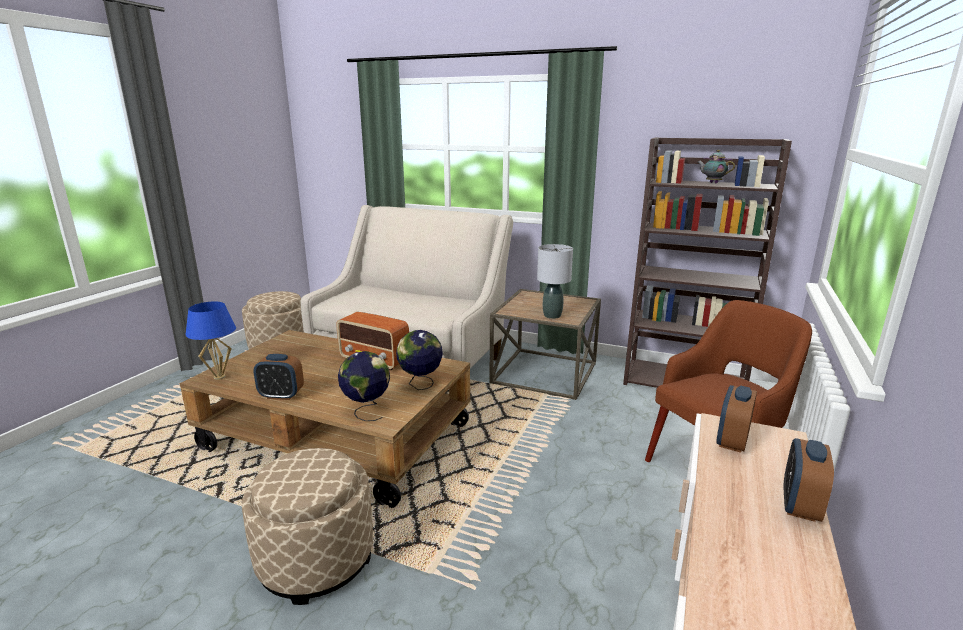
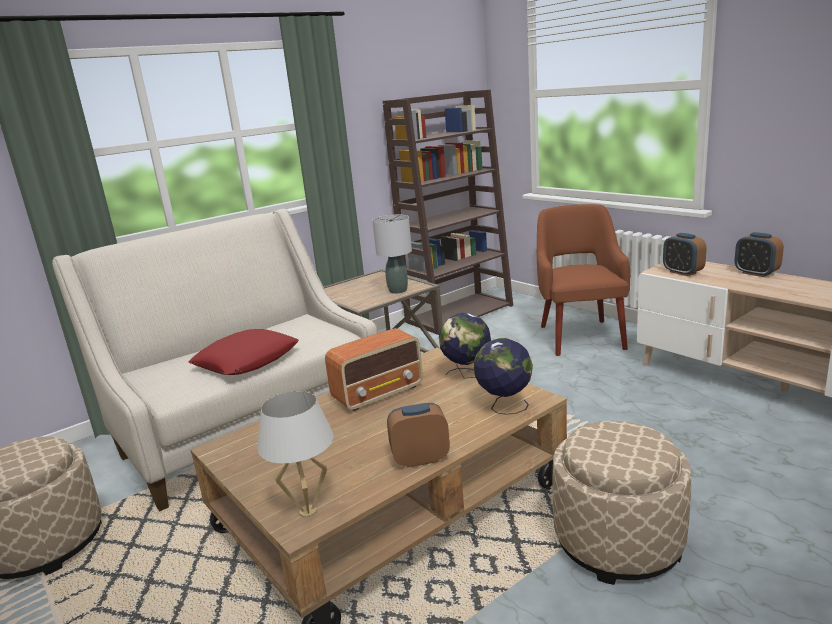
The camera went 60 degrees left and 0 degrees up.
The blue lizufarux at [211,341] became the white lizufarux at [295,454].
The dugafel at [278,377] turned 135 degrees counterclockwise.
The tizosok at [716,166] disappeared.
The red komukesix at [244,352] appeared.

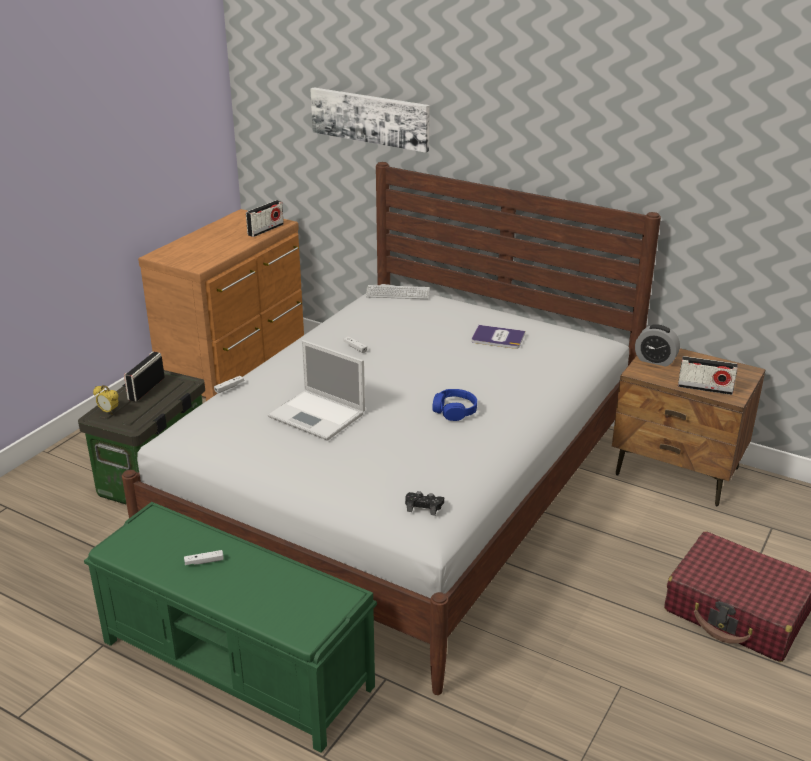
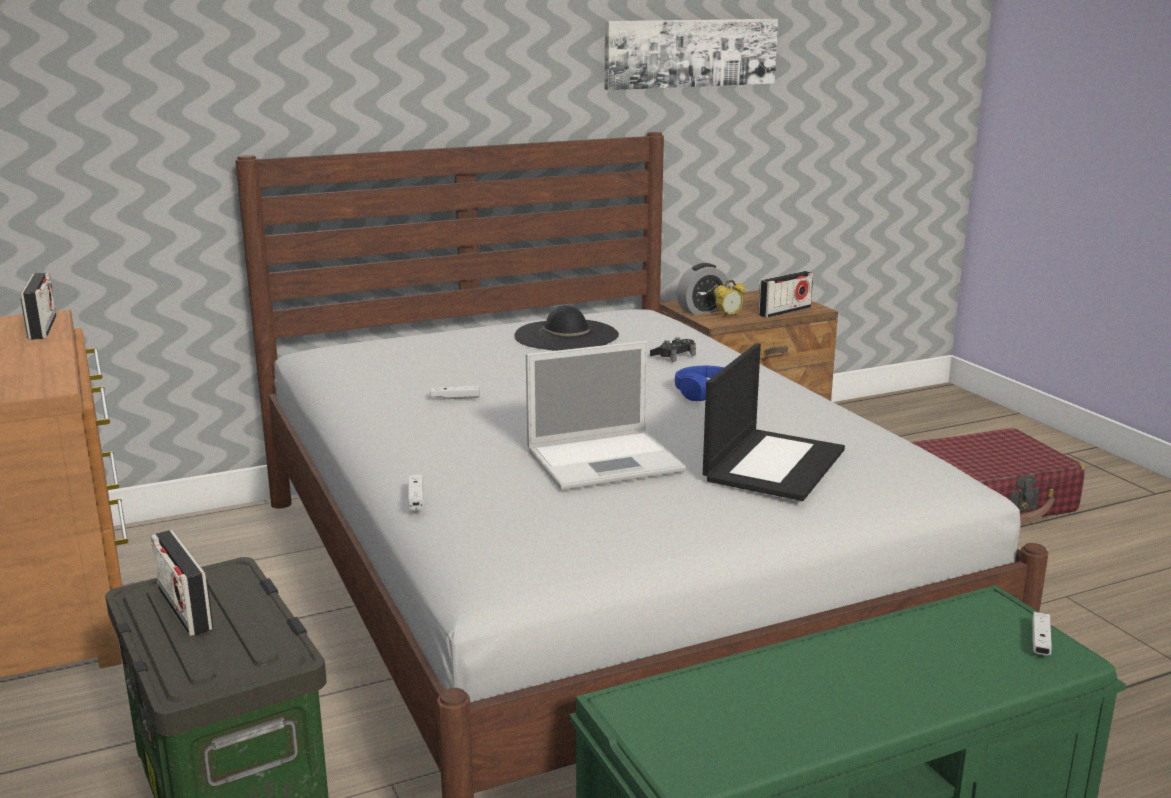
The camera went 55 degrees left and 10 degrees down.
The dugafel moved from [106,400] to [730,299].
The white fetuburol moved from [204,557] to [1042,633].
The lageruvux moved from [370,120] to [691,54].
The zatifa at [397,292] disappeared.
The black fetuburol moved from [424,503] to [673,349].
The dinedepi at [498,337] was replaced by the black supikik at [567,328].
The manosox at [774,422] appeared.

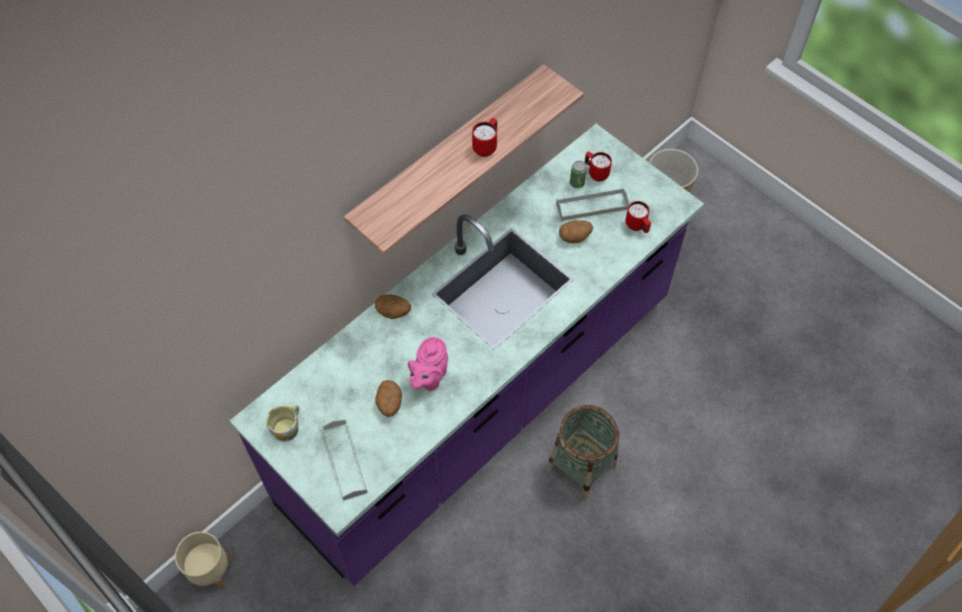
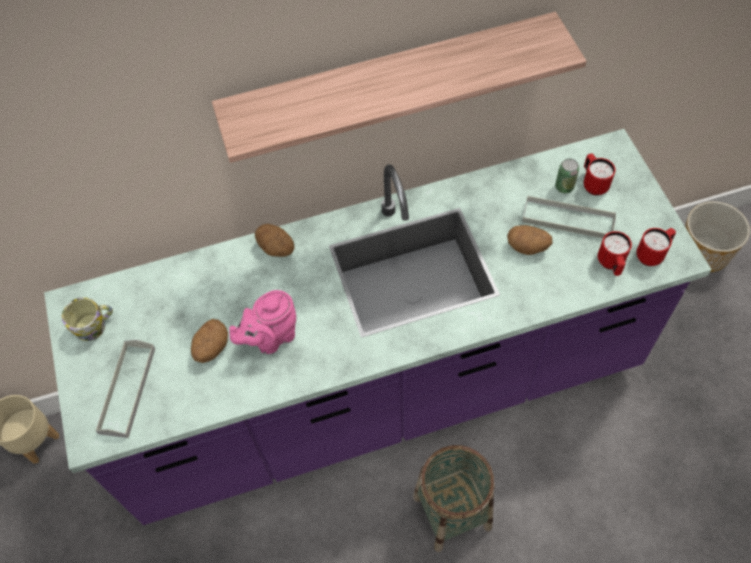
The camera went 30 degrees right and 0 degrees up.
The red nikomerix moved from [484,137] to [656,247].

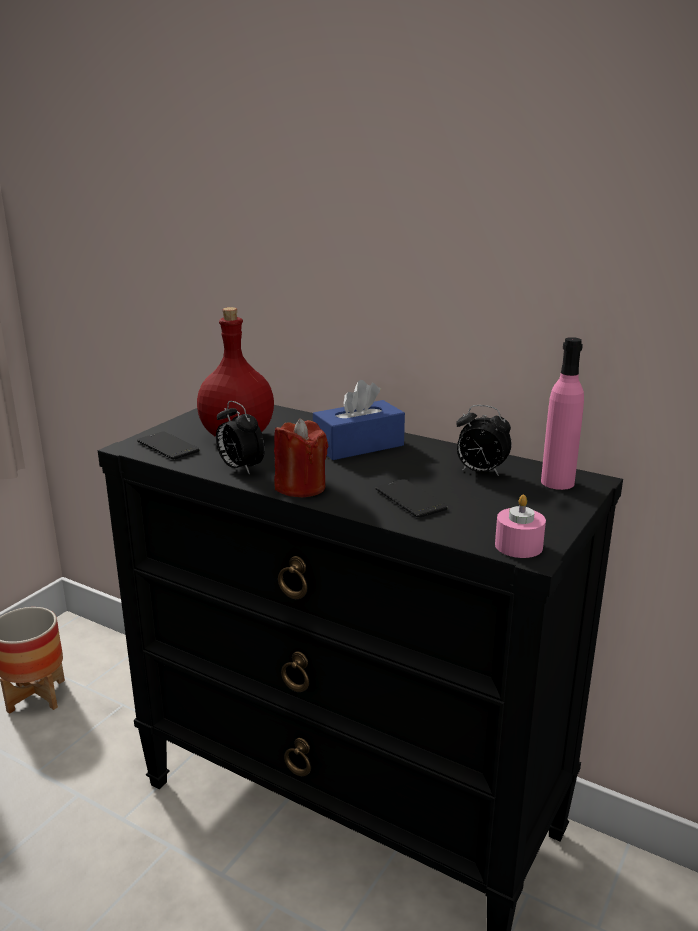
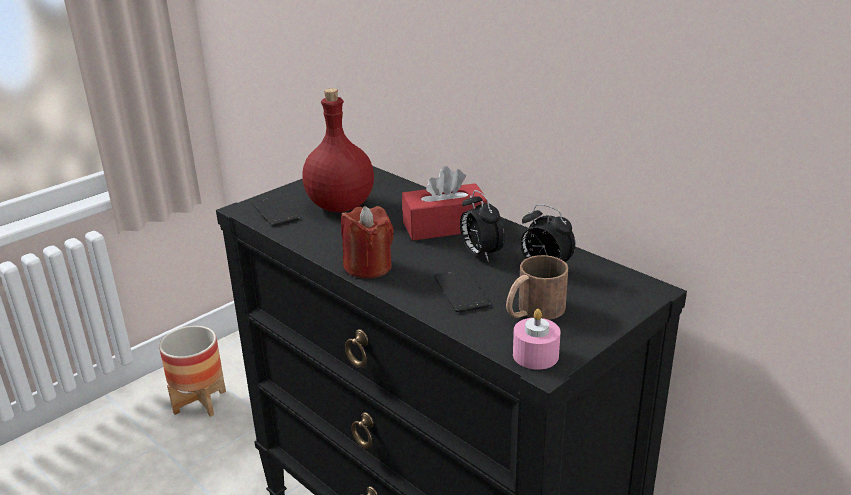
The camera went 15 degrees right and 5 degrees up.
The dugafel moved from [240,438] to [482,226].
The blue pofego at [359,420] became the red pofego at [445,203].
The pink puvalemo at [562,413] disappeared.
The brown nikomerix at [537,287] appeared.

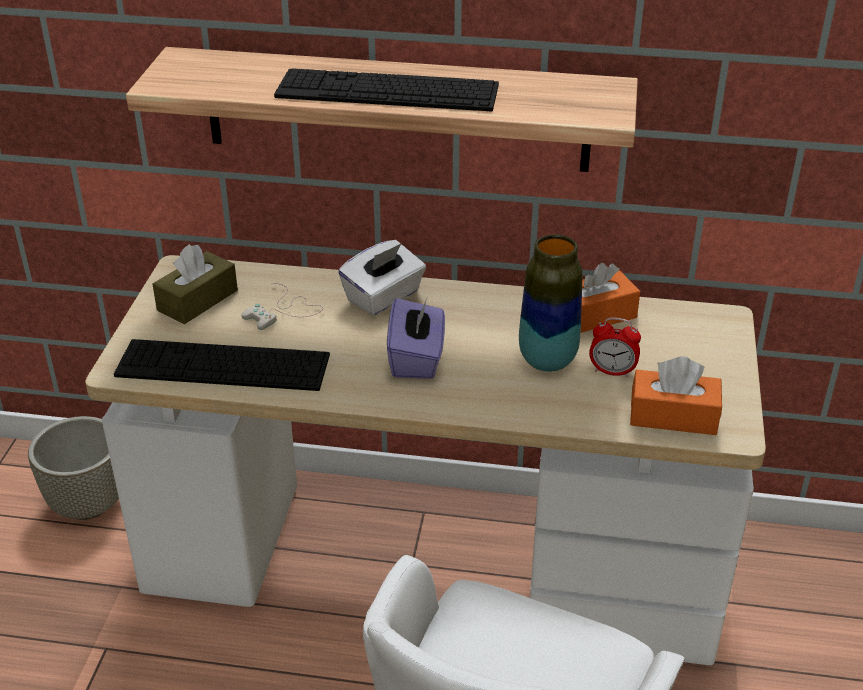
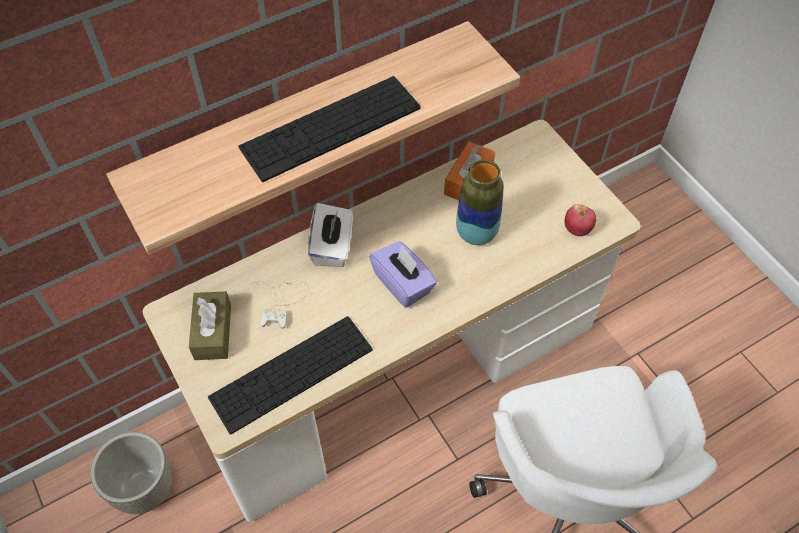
The camera went 40 degrees left and 20 degrees up.
The dugafel at [615,347] disappeared.
The orange pofego at [676,396] was replaced by the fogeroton at [580,220].

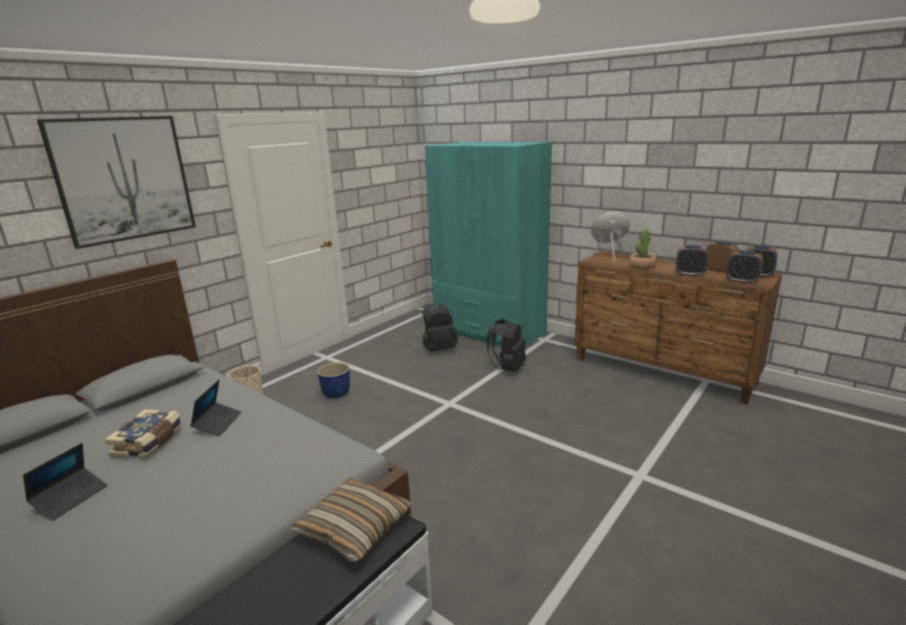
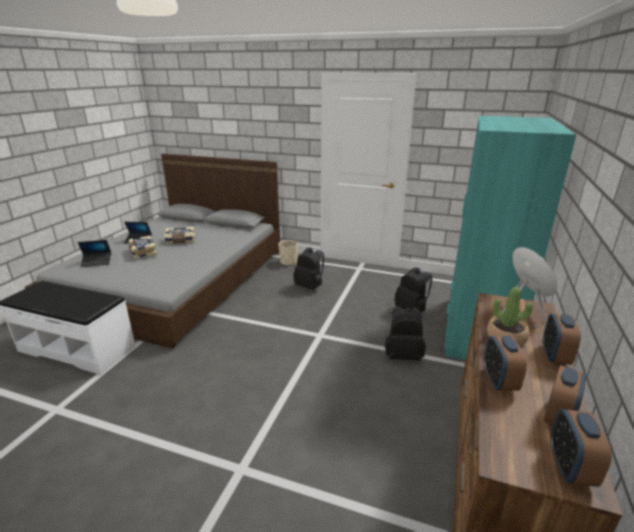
The camera went 70 degrees right and 5 degrees up.
The lageruvux at [116,182] disappeared.
The manosox moved from [216,407] to [94,253].
The komukesix at [351,519] disappeared.
The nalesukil at [333,380] was replaced by the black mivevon at [308,269].
The dugafel moved from [744,267] to [562,339].
The dinedepi at [142,247] appeared.

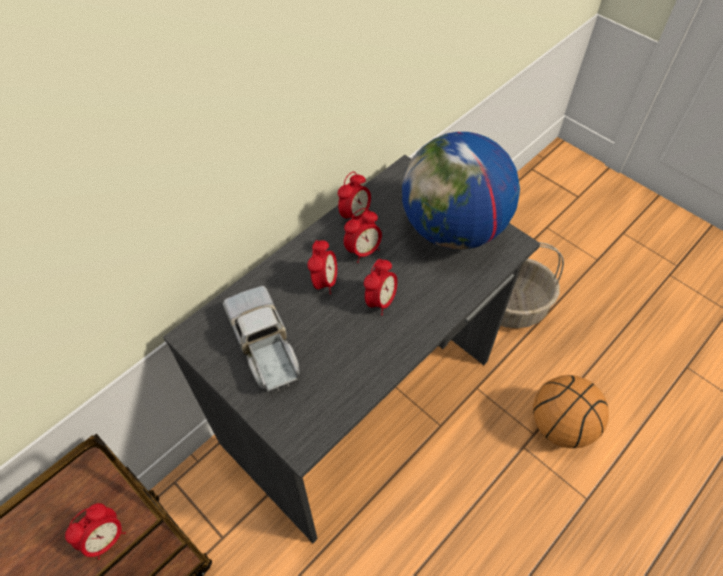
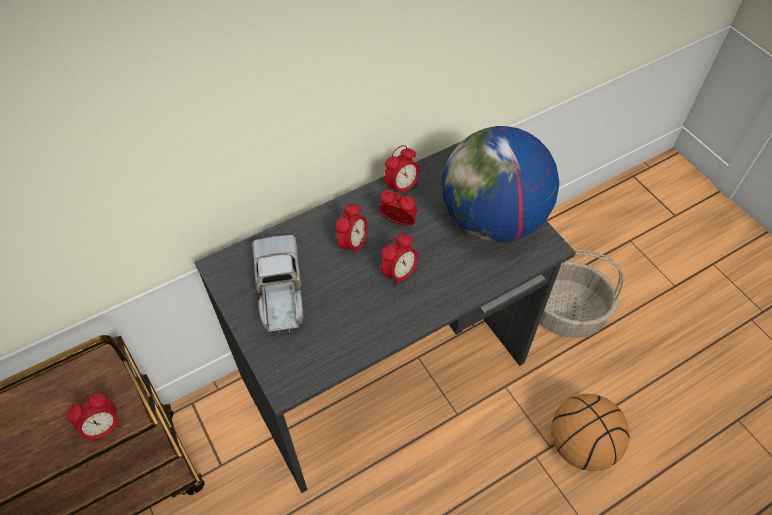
The camera went 15 degrees right and 0 degrees up.
The dugafel at [363,235] turned 135 degrees counterclockwise.

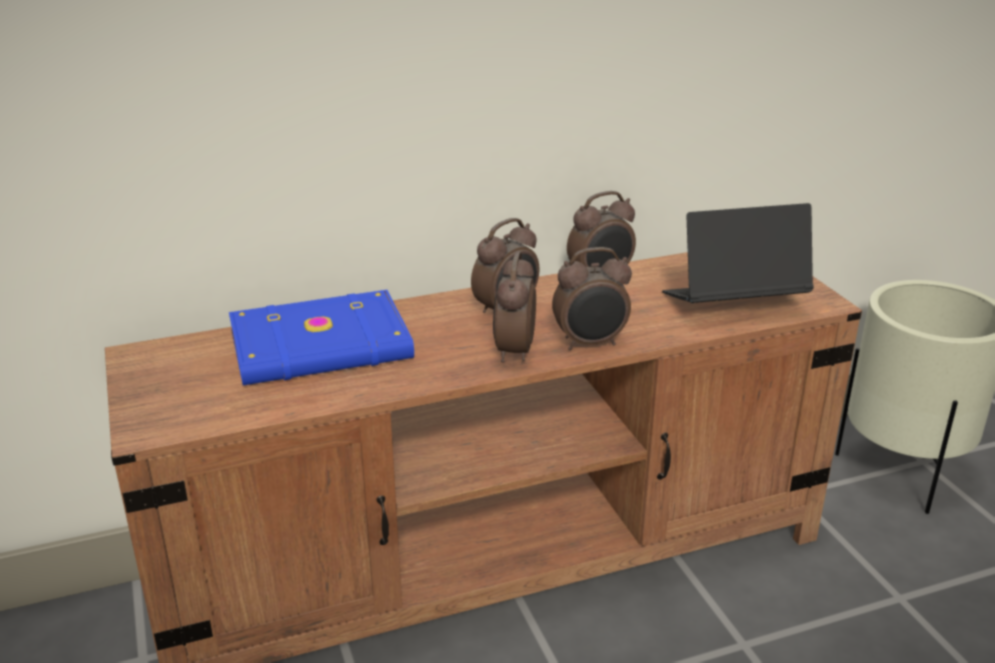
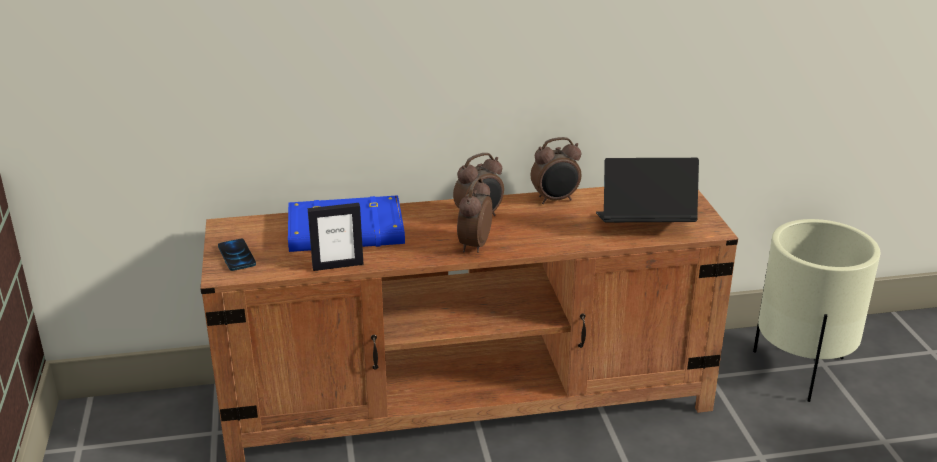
The camera went 10 degrees right and 0 degrees up.
The dugafel at [592,298] disappeared.
The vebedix at [237,255] appeared.
The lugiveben at [336,237] appeared.

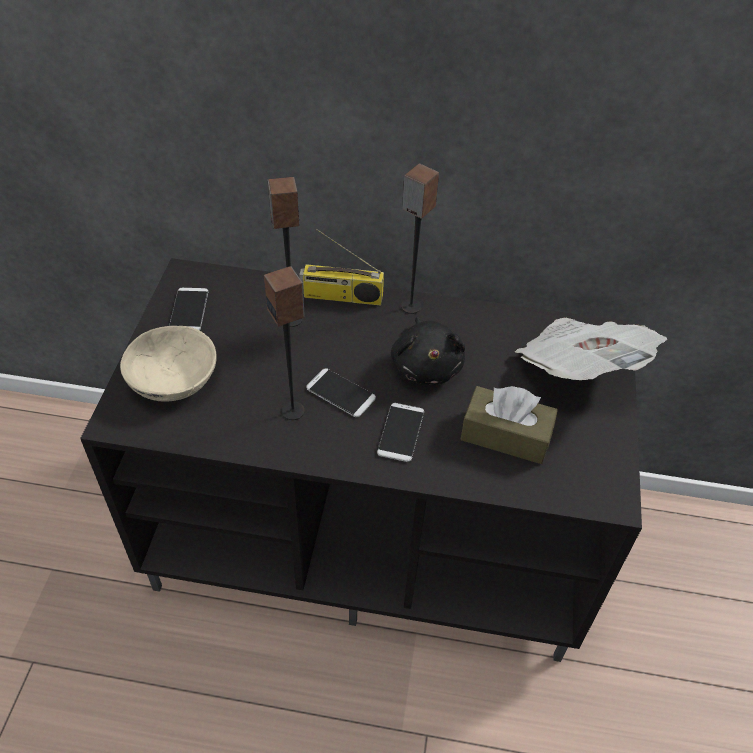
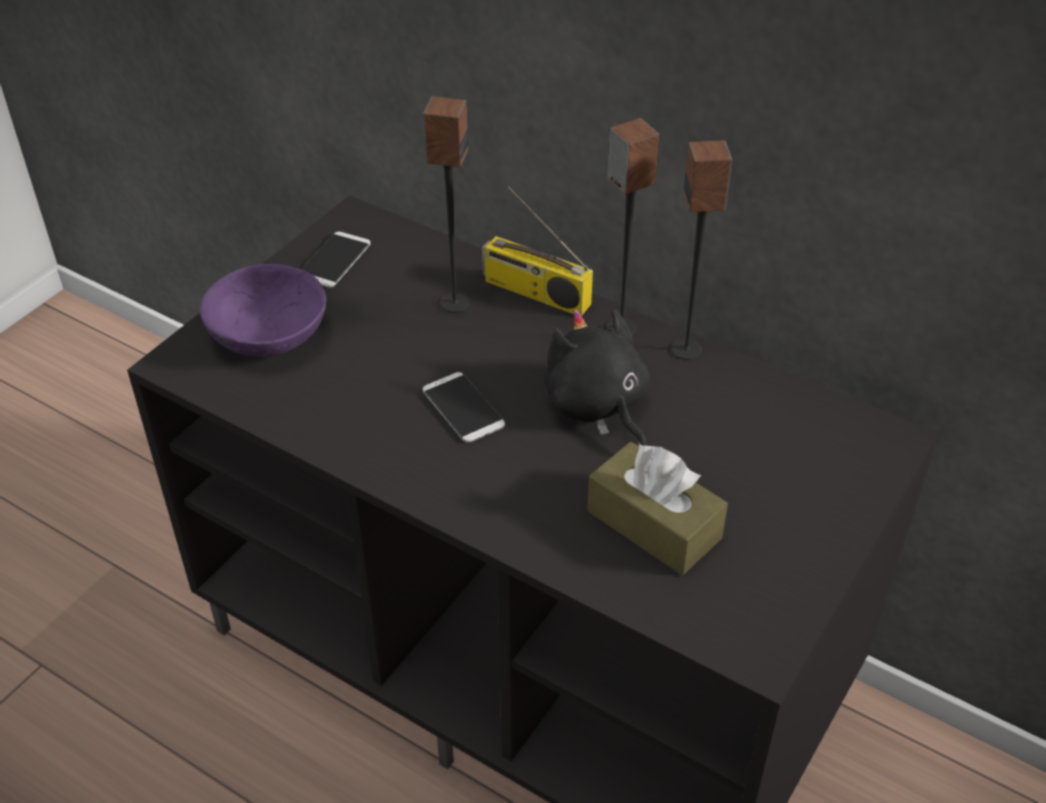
The camera went 25 degrees right and 5 degrees down.
The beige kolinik at [168,364] became the purple kolinik at [263,310].
The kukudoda moved from [284,343] to [701,250].
The vebedix at [400,432] disappeared.
The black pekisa at [428,351] turned 135 degrees clockwise.
The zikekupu at [590,348] disappeared.

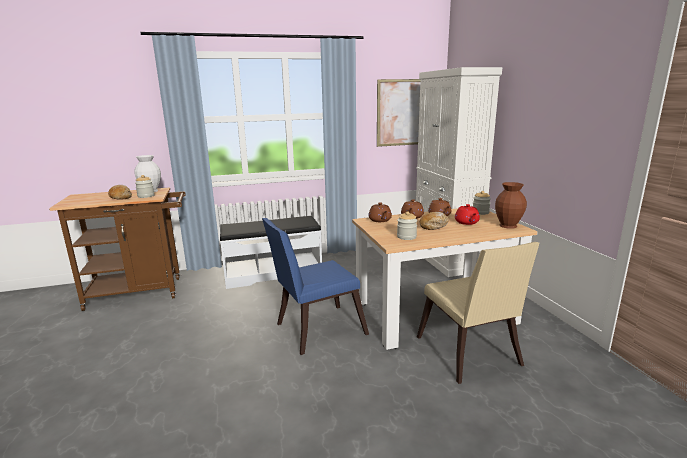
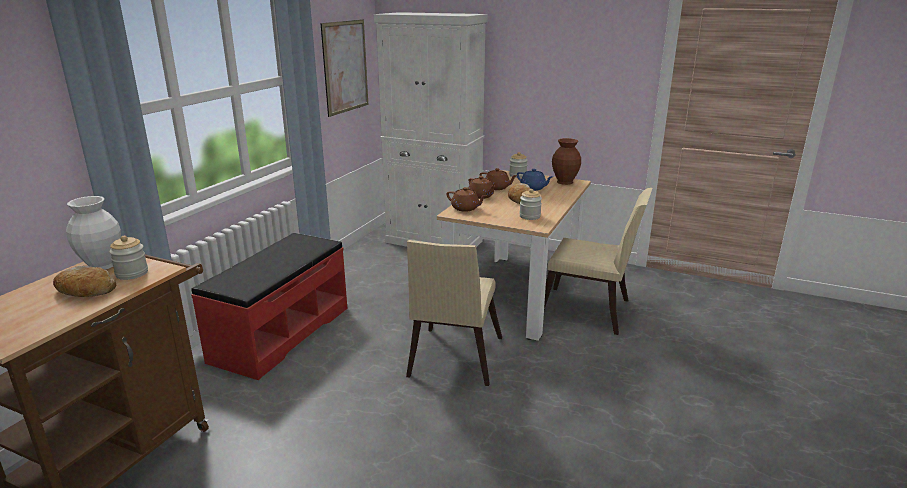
The camera went 50 degrees left and 5 degrees up.
The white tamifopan at [271,252] became the red tamifopan at [269,306].
The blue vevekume at [315,286] became the beige vevekume at [454,313].
The red tizosok at [467,214] became the blue tizosok at [535,180].

